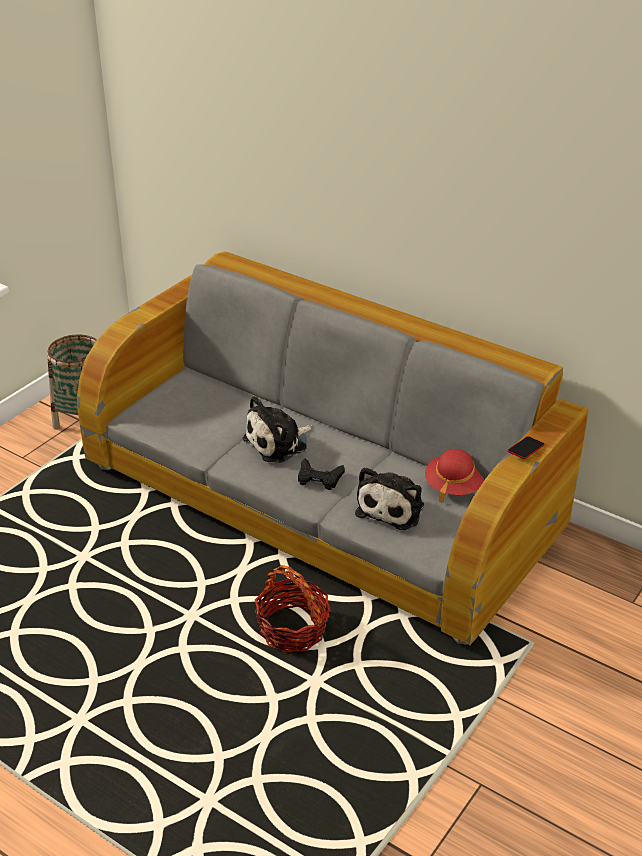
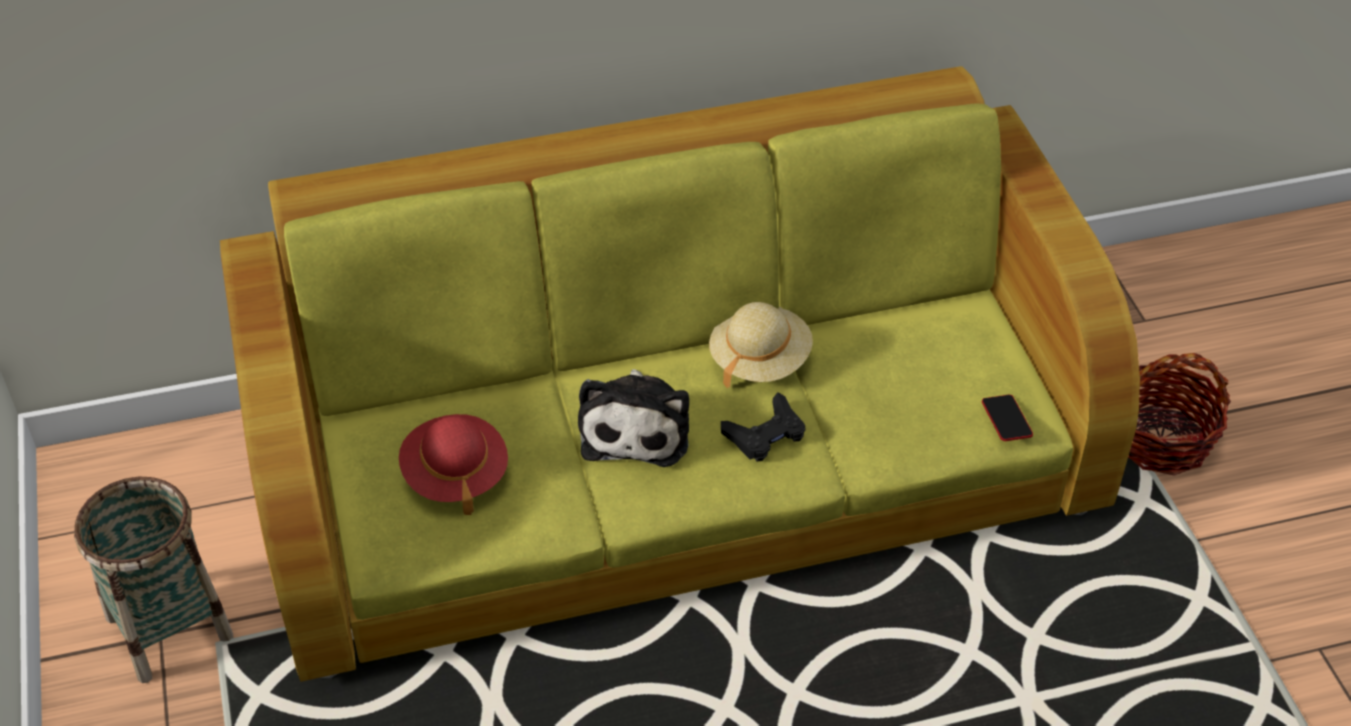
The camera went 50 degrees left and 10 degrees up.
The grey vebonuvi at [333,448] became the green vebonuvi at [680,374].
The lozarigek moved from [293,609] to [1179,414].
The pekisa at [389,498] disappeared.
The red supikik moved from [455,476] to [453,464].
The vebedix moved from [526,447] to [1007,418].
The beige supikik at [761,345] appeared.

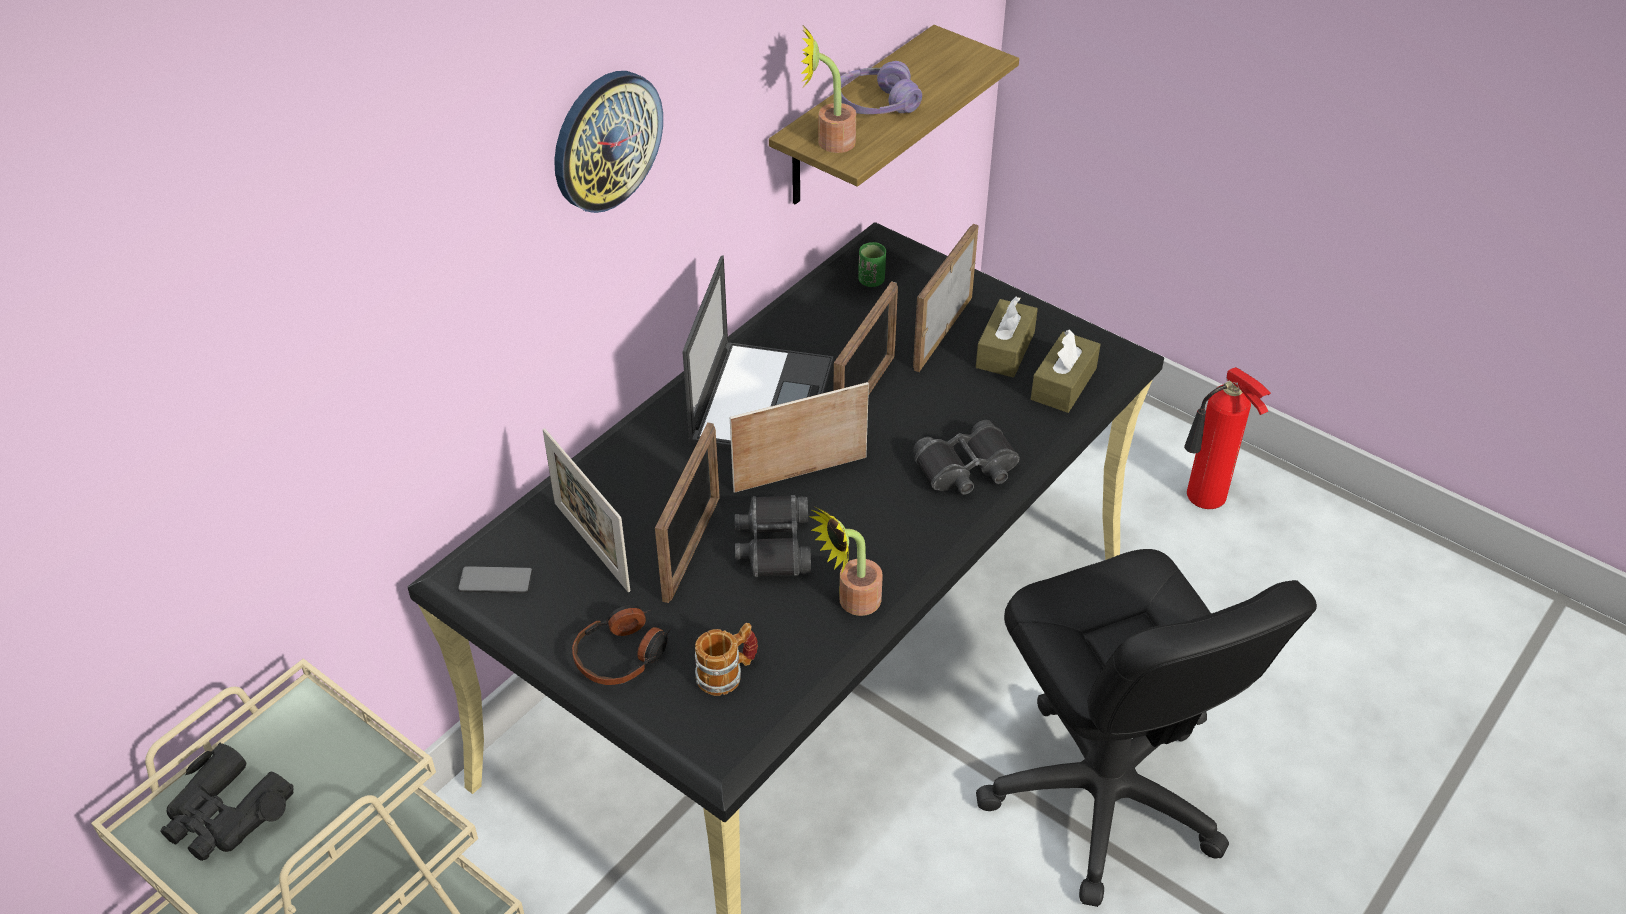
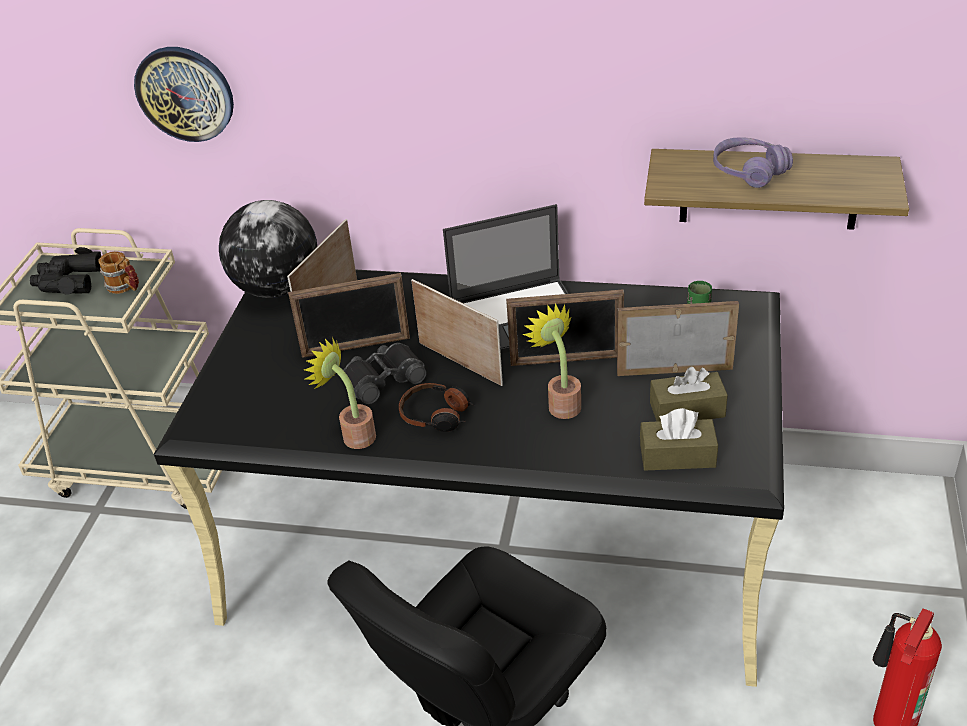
The camera went 65 degrees right and 5 degrees down.
The vebedix at [495,579] was replaced by the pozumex at [268,249].
The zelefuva moved from [608,142] to [184,94].
The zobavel moved from [621,645] to [437,407].
The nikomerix moved from [726,659] to [118,272].
The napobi moved from [828,90] to [552,361].
The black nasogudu at [966,457] disappeared.

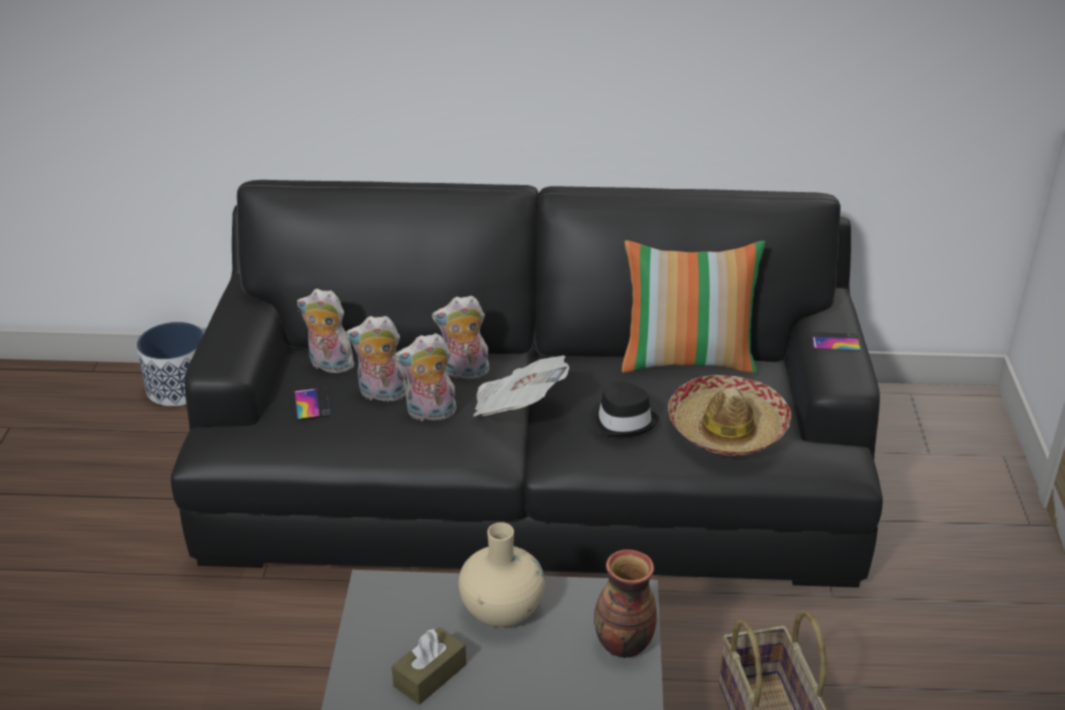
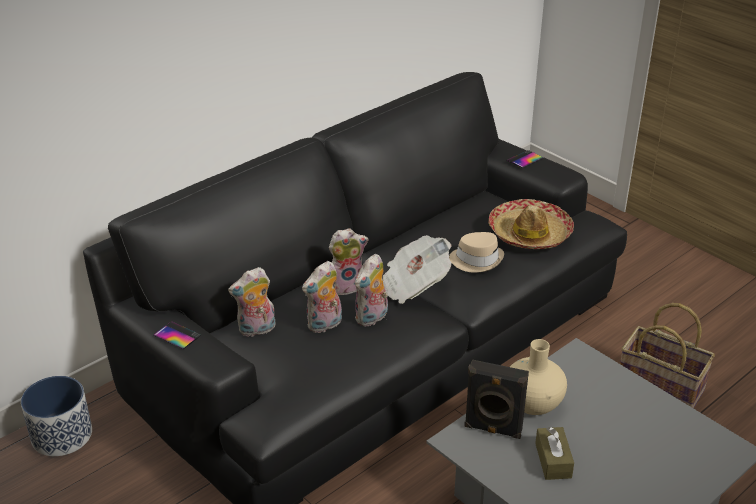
The camera went 45 degrees left and 0 degrees up.
The vebedix moved from [312,404] to [177,335].
The pekisa at [460,337] turned 150 degrees counterclockwise.
The black supikik at [624,409] became the beige supikik at [476,252].
The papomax at [625,603] disappeared.
The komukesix at [693,306] disappeared.
The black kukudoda at [496,399] appeared.

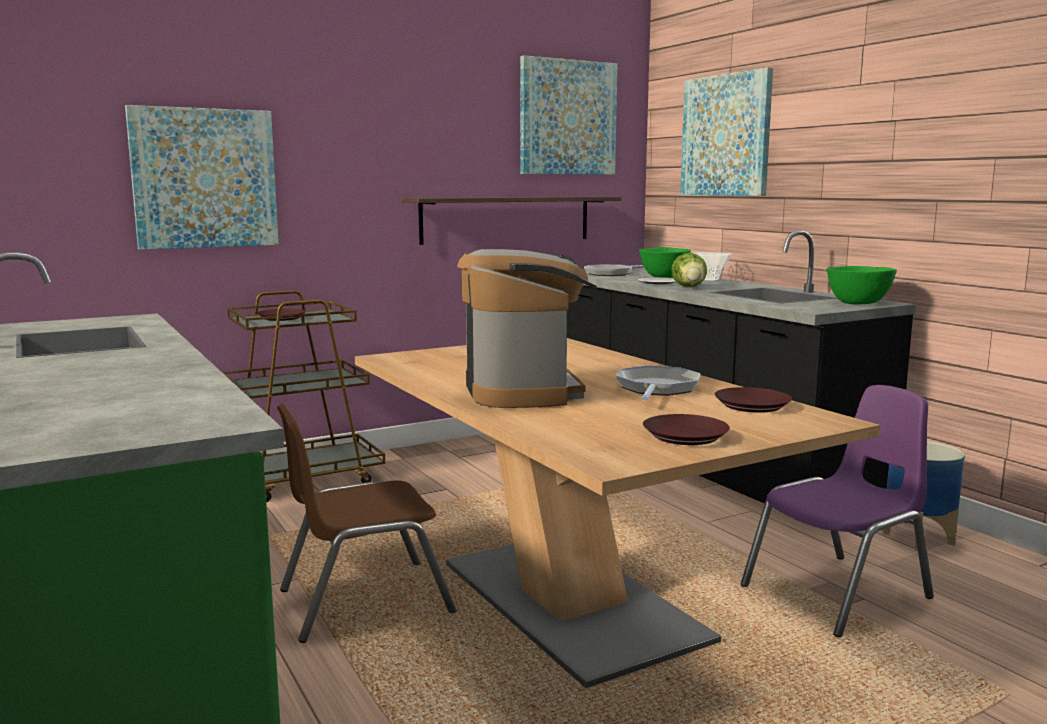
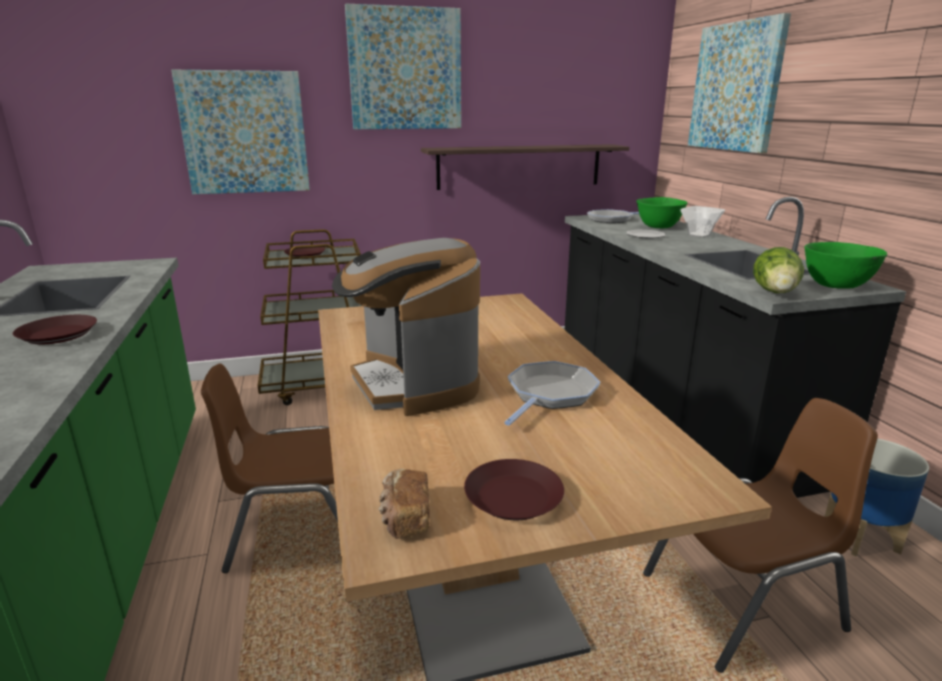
The camera went 15 degrees right and 10 degrees up.
The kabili at [527,328] turned 150 degrees clockwise.
The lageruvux moved from [568,115] to [403,66].
The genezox moved from [689,270] to [778,270].
The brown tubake moved from [753,400] to [55,329].
The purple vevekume at [837,511] became the brown vevekume at [760,535].
The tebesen at [404,504] appeared.

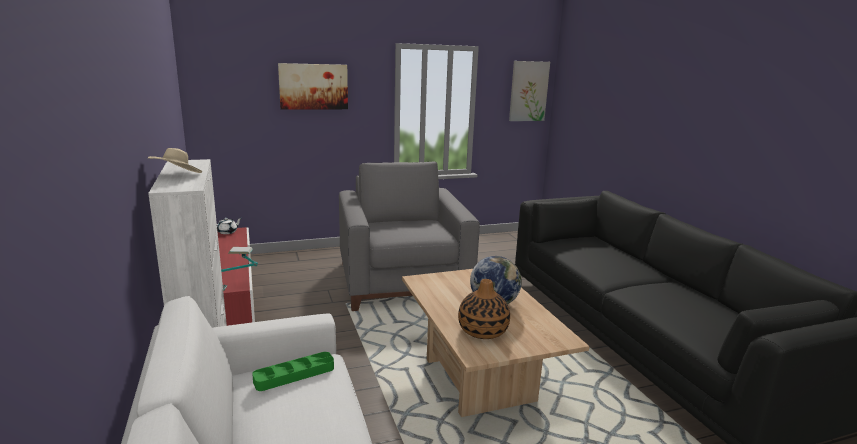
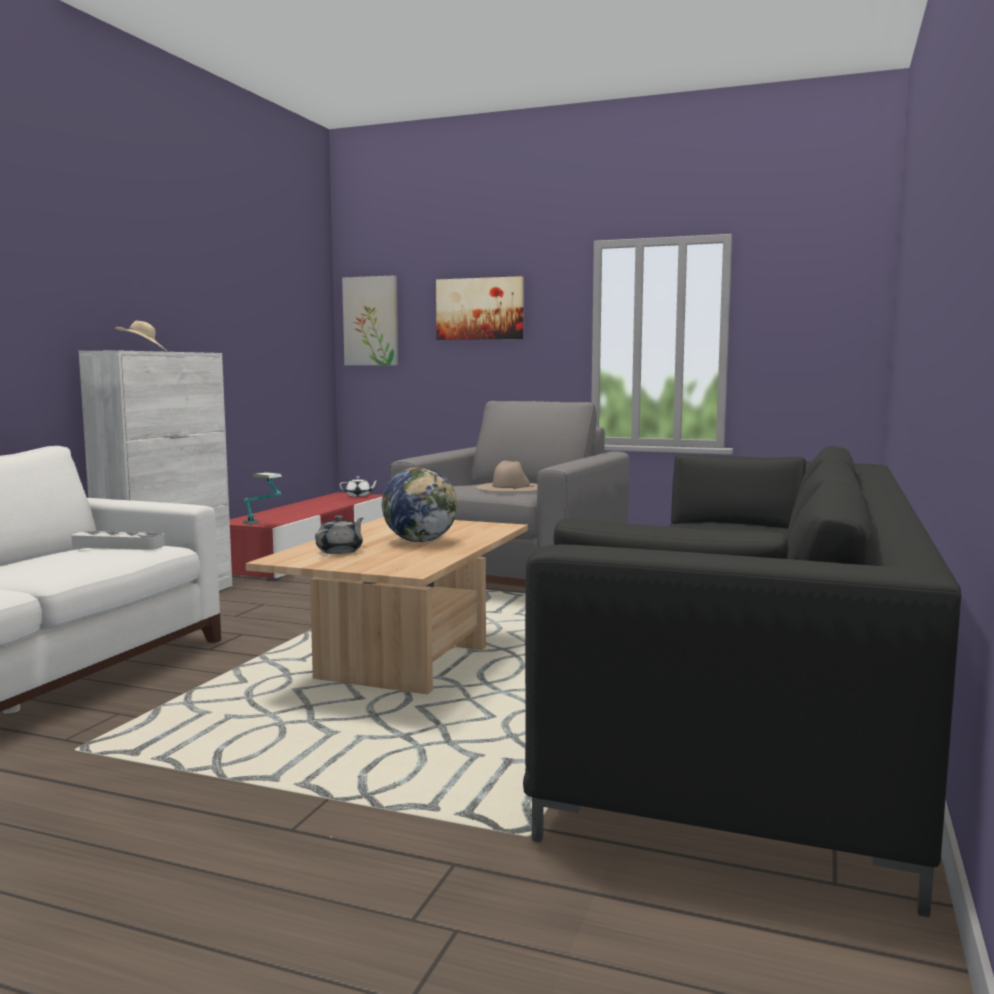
The camera went 40 degrees right and 10 degrees down.
The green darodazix at [293,371] became the grey darodazix at [118,540].
The papomax at [484,309] was replaced by the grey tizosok at [339,535].
The lageruvux moved from [529,91] to [370,320].
The beige supikik at [506,476] appeared.

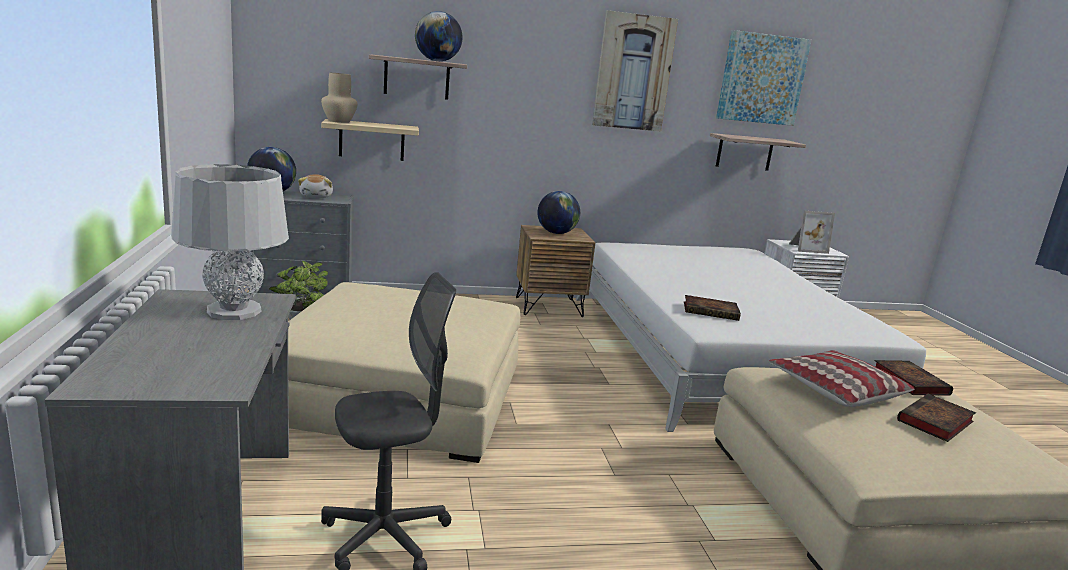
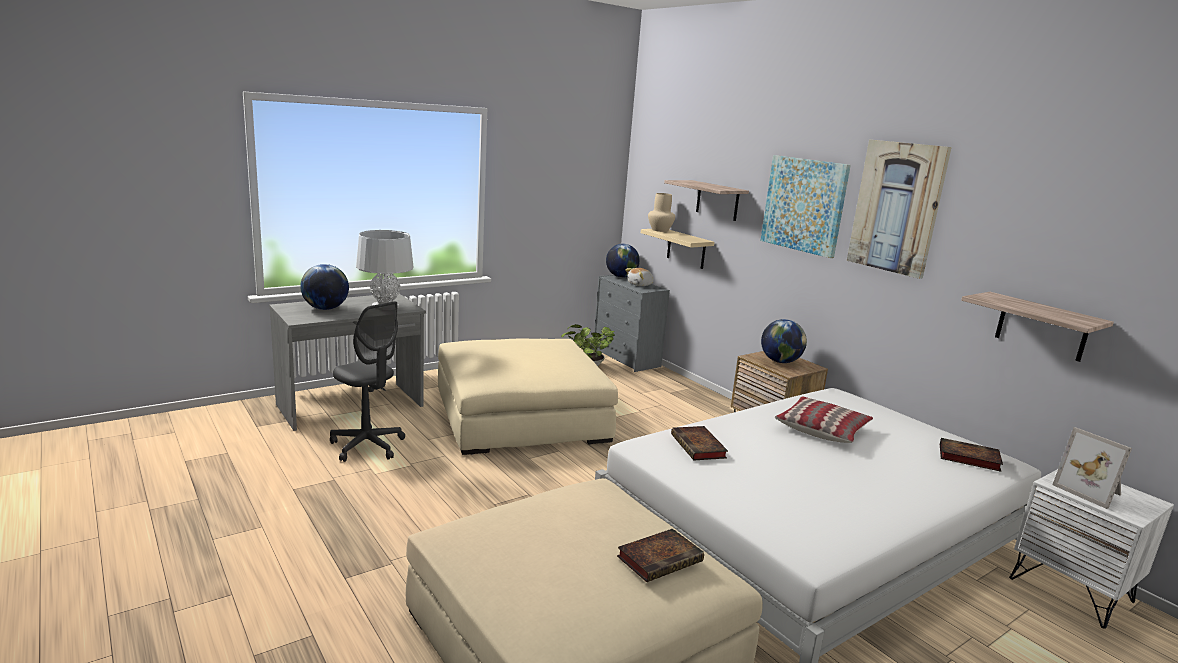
The camera went 65 degrees right and 0 degrees up.
The pozumex moved from [438,36] to [324,287].
The lageruvux moved from [763,78] to [805,206].
The komukesix moved from [841,378] to [824,419].
The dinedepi moved from [936,418] to [971,455].

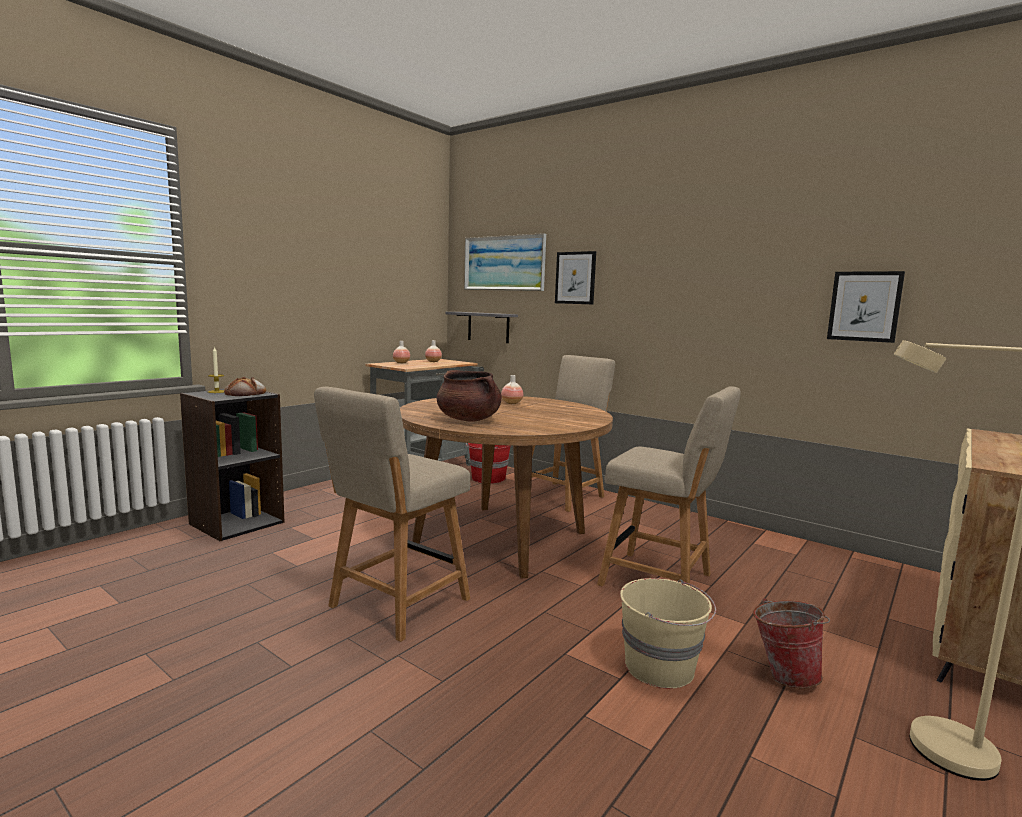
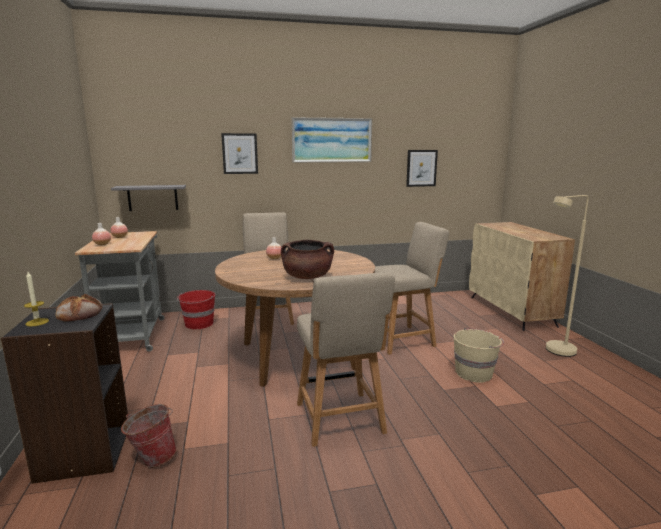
The camera went 50 degrees left and 5 degrees up.
The lageruvux moved from [505,262] to [332,140].
The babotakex moved from [791,643] to [149,436].

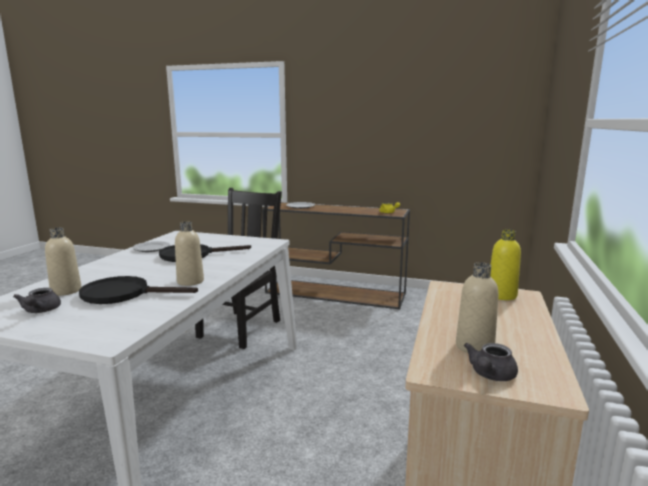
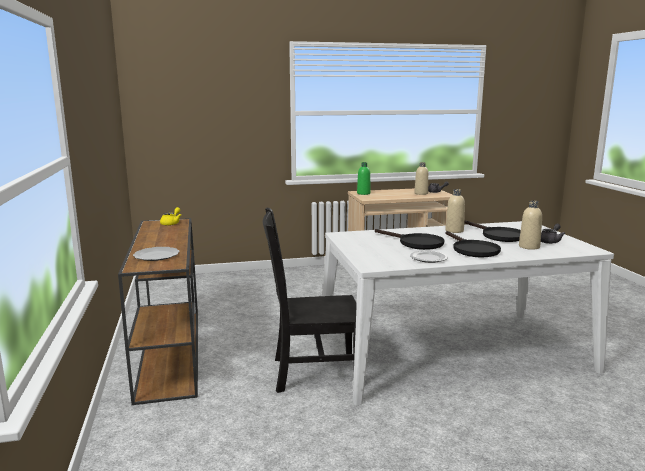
The camera went 120 degrees left and 0 degrees up.
The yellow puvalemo at [505,264] became the green puvalemo at [364,178].
The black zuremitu at [473,244] appeared.

